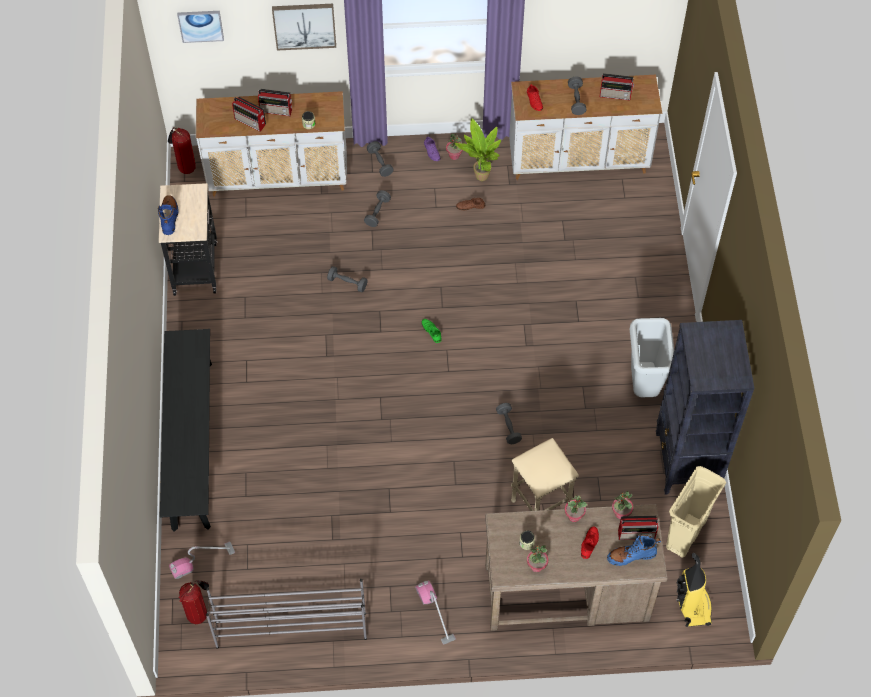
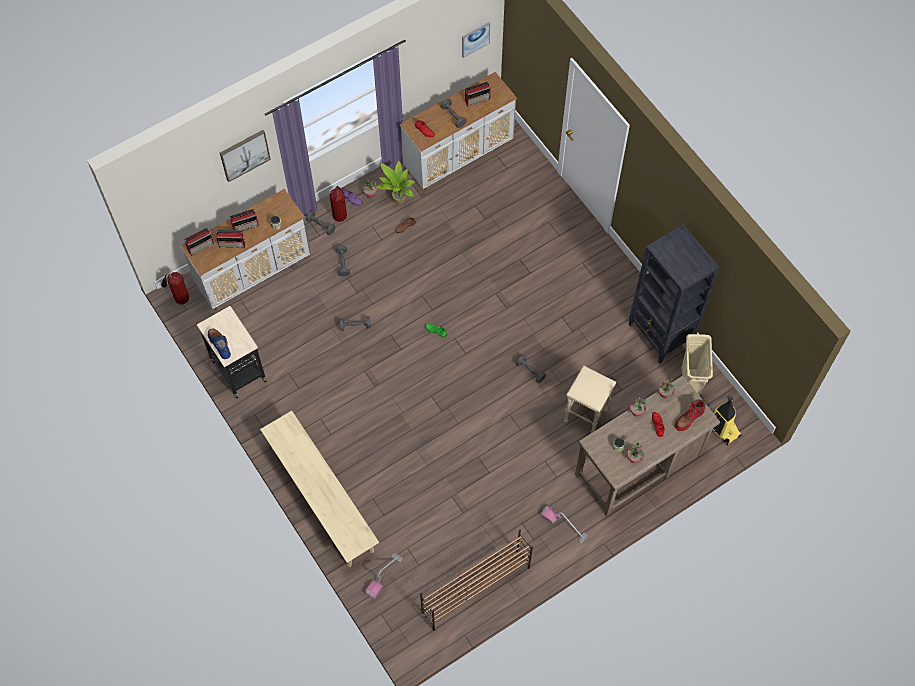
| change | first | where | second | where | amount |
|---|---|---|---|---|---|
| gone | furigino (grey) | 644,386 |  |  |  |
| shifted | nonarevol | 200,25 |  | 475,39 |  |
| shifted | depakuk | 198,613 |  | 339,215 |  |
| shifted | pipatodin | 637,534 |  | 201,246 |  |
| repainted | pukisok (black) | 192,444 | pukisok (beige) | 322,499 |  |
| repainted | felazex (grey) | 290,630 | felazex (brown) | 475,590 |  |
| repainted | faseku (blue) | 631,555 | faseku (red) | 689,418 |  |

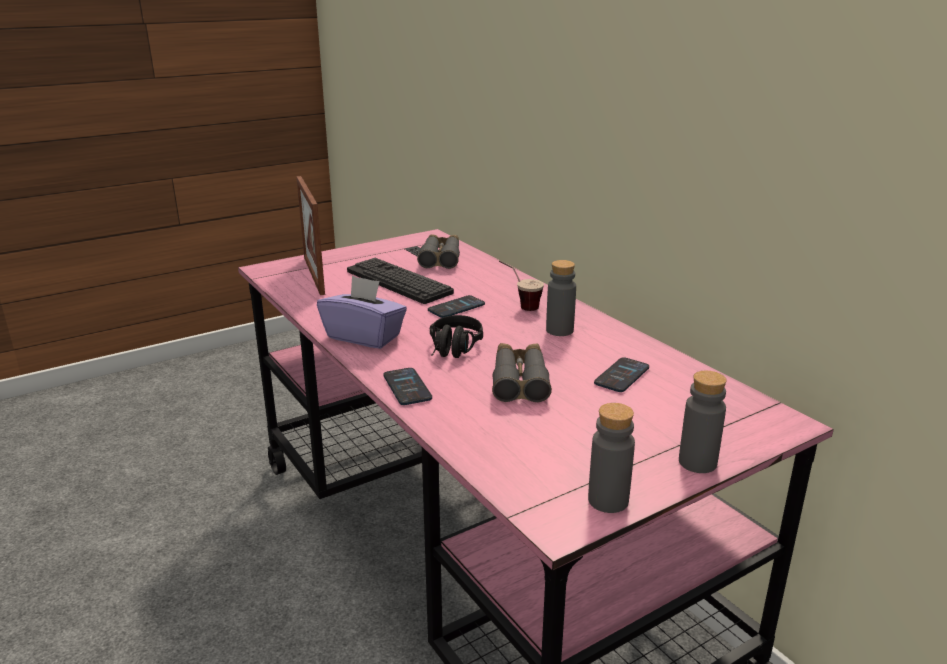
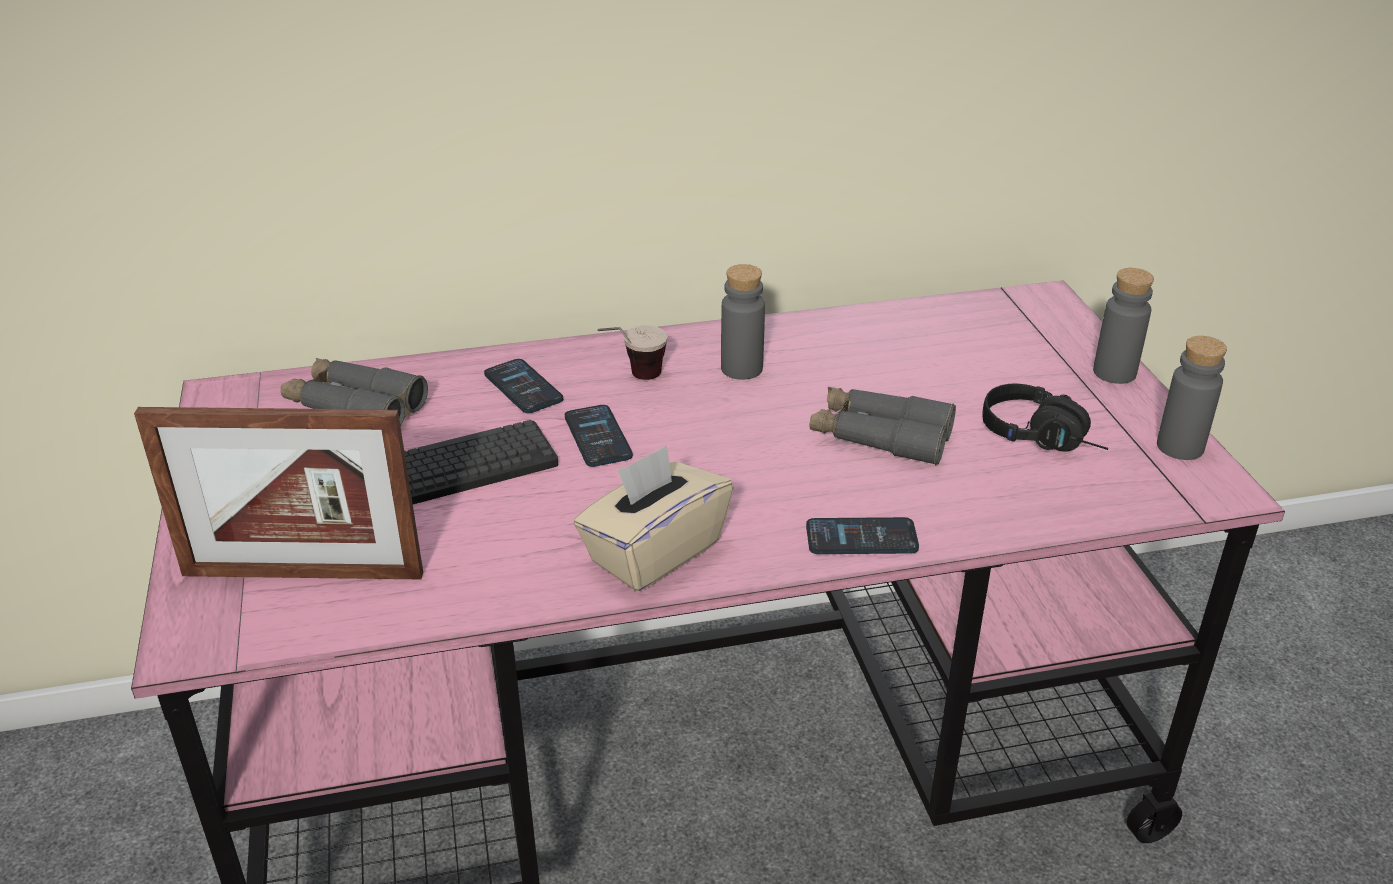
| change | first | where | second | where | amount |
|---|---|---|---|---|---|
| shifted | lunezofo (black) | 453,351 |  | 1044,438 |  |
| shifted | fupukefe | 622,376 |  | 523,387 |  |
| repainted | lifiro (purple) | 364,336 | lifiro (beige) | 654,552 |  |

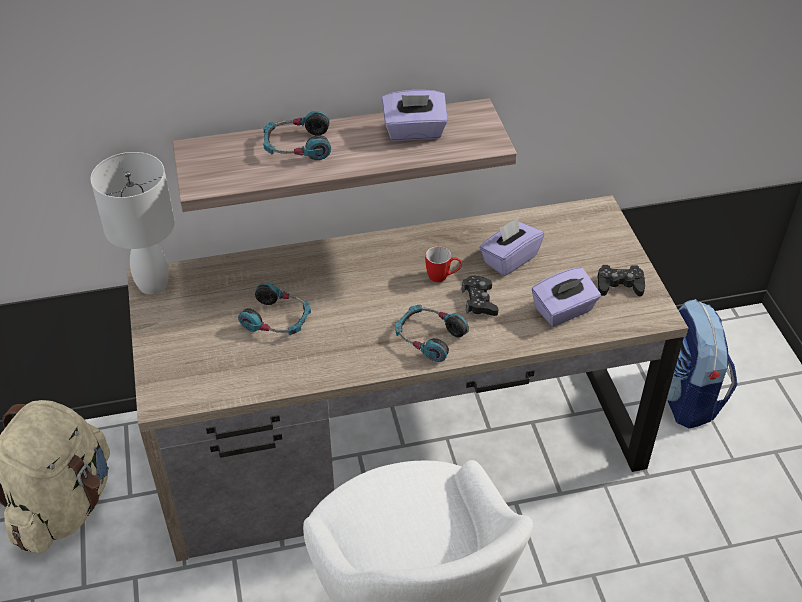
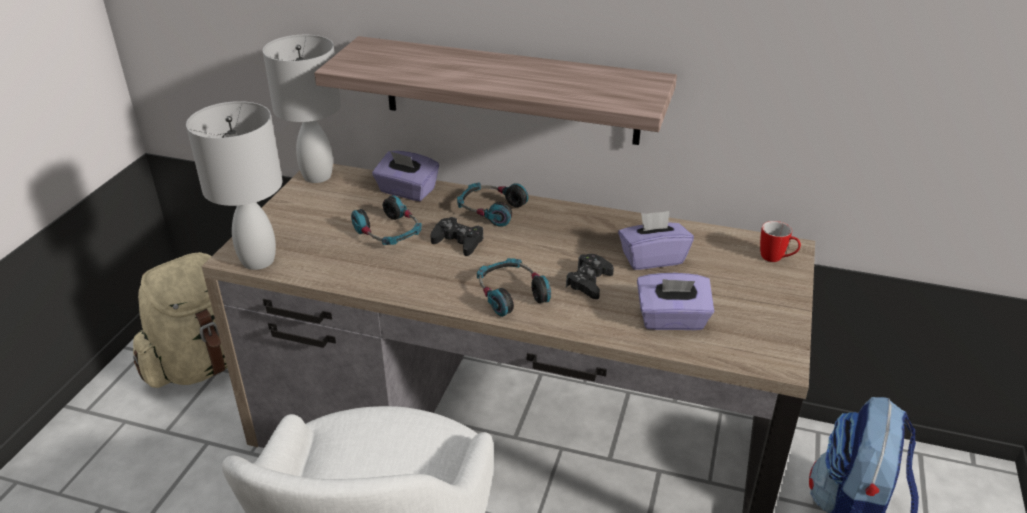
| change | first | where | second | where | amount |
|---|---|---|---|---|---|
| new |  |  | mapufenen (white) | 259,260 |  |
| shifted | lunezofo | 297,146 |  | 491,210 |  |
| shifted | lifiro (purple) | 414,132 |  | 407,191 |  |
| shifted | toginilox | 443,277 |  | 776,259 |  |
| shifted | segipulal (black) | 619,285 |  | 458,241 |  |

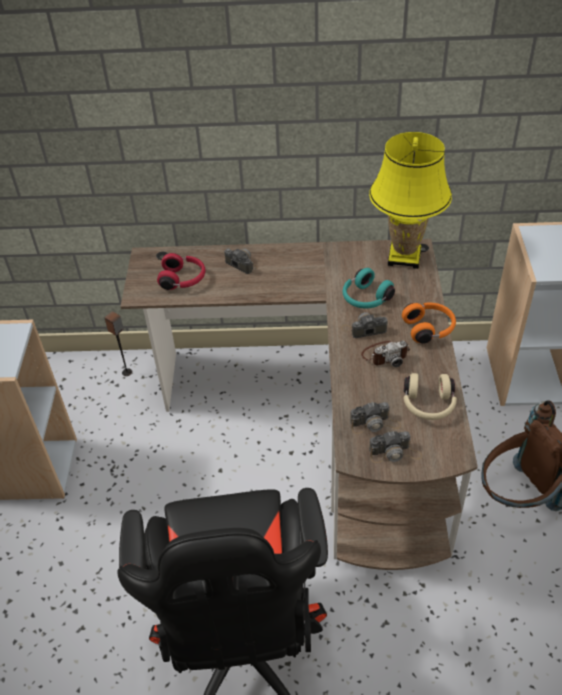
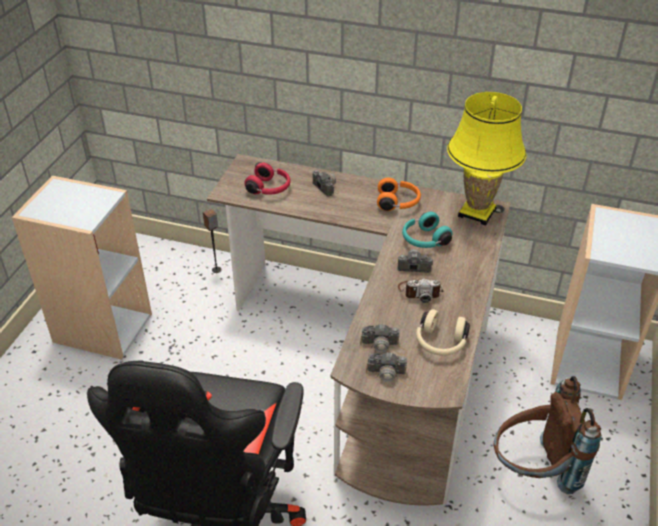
| change | first | where | second | where | amount |
|---|---|---|---|---|---|
| shifted | lunezofo (orange) | 429,328 |  | 398,202 |  |

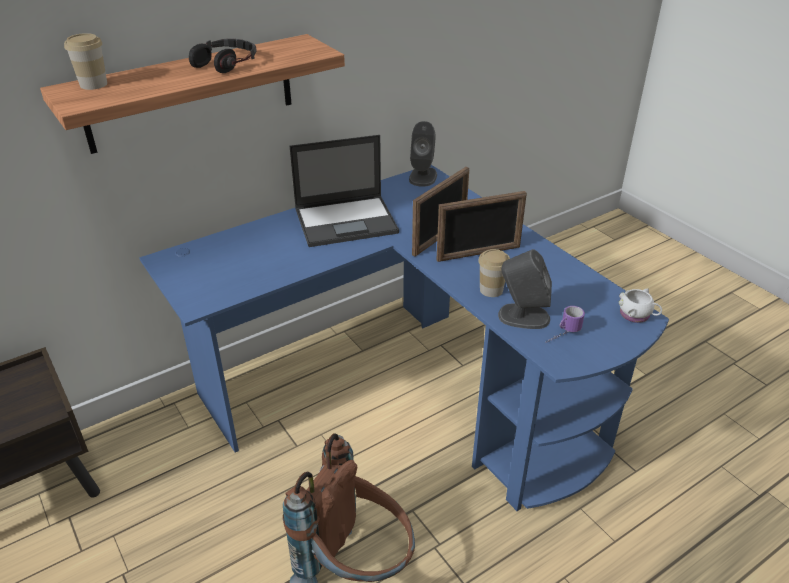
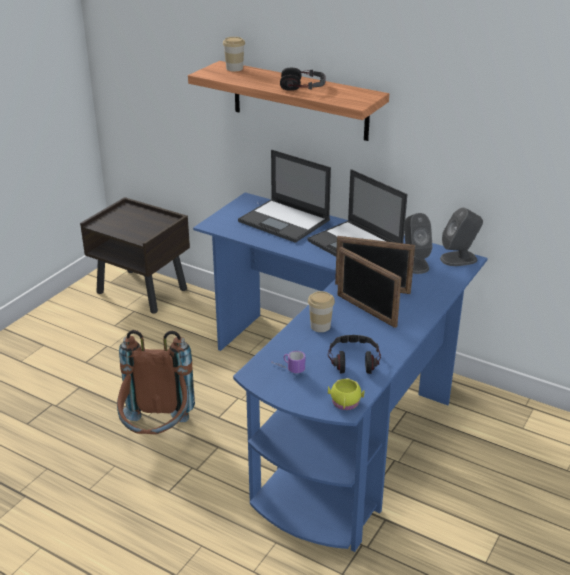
| change | first | where | second | where | amount |
|---|---|---|---|---|---|
| new |  |  | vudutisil | 285,221 |  |
| new |  |  | lunezofo | 353,360 |  |
| shifted | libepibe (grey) | 523,316 |  | 414,263 |  |
| repainted | toginilox (white) | 637,315 | toginilox (yellow) | 345,404 |  |

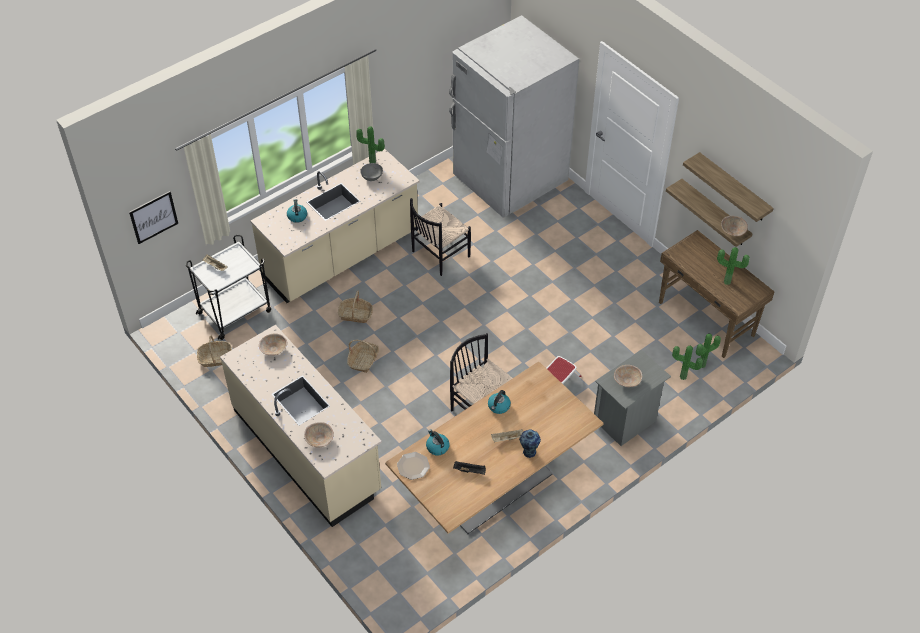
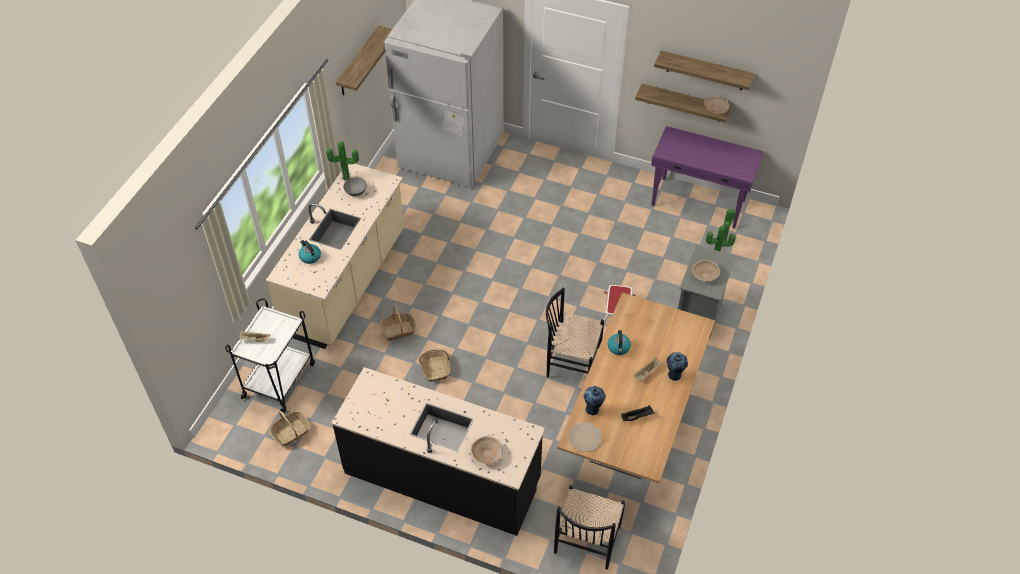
| change | first | where | second | where | amount |
|---|---|---|---|---|---|
| gone | nonarevol | 153,217 |  |  |  |
| gone | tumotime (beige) | 273,349 |  |  |  |
| gone | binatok | 727,281 |  |  |  |
| new |  |  | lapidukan | 359,62 |  |
| shifted | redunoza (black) | 439,255 |  | 586,542 |  |
| swapped | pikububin | 437,447 | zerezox | 593,409 |  |
| repainted | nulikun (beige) | 307,450 | nulikun (black) | 442,476 |  |
| repainted | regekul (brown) | 706,319 | regekul (purple) | 698,203 |  |

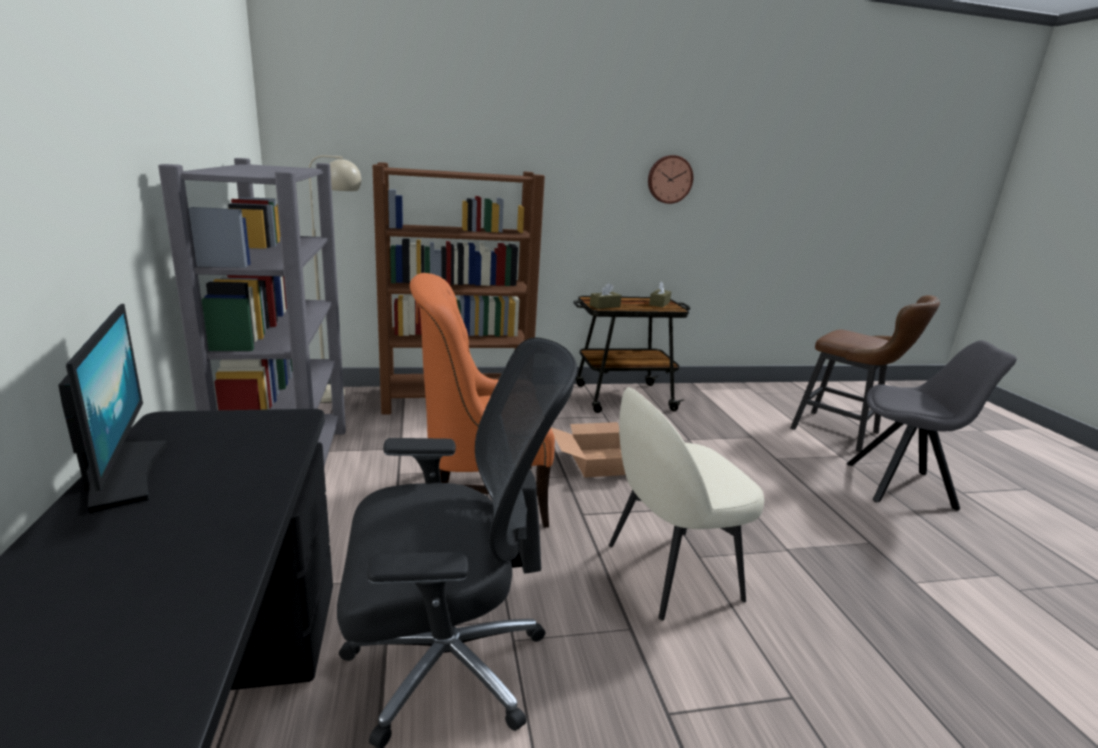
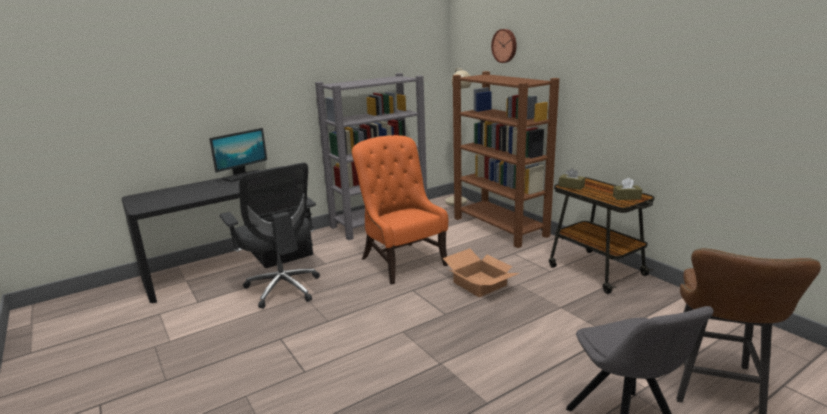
| change | first | where | second | where | amount |
|---|---|---|---|---|---|
| gone | redunoza (beige) | 669,572 |  |  |  |
| shifted | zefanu | 669,179 |  | 505,45 |  |

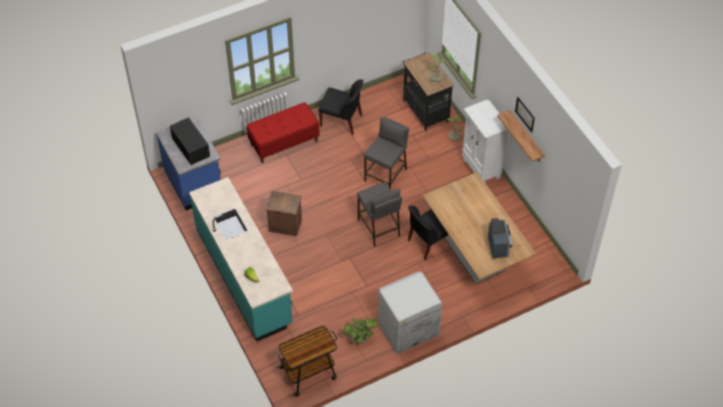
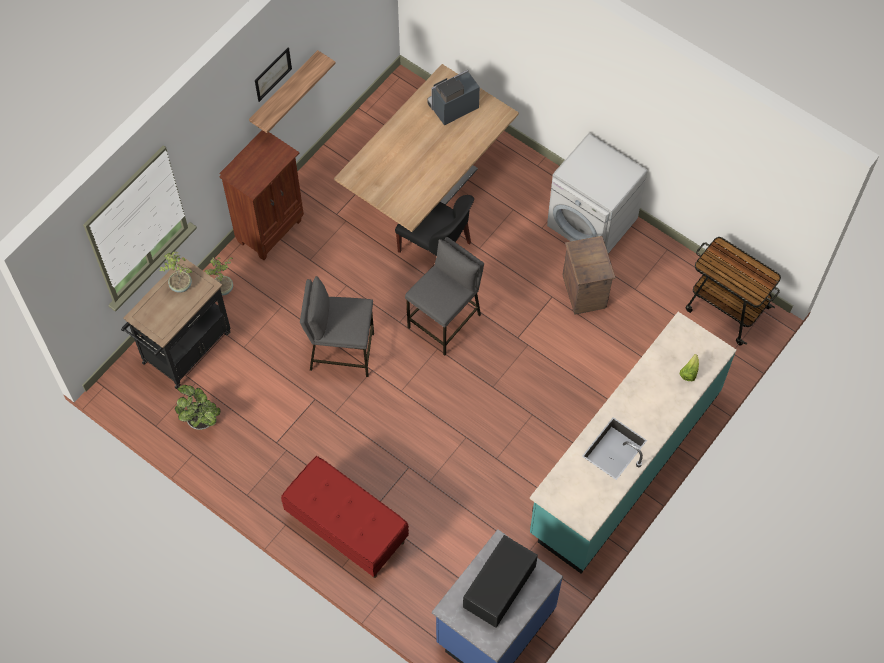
| change | first | where | second | where | amount |
|---|---|---|---|---|---|
| gone | redunoza (black) | 342,121 |  |  |  |
| shifted | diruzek | 285,226 |  | 584,291 |  |
| shifted | binatok | 360,338 |  | 200,419 |  |
| repainted | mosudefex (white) | 480,169 | mosudefex (brown) | 271,232 |  |

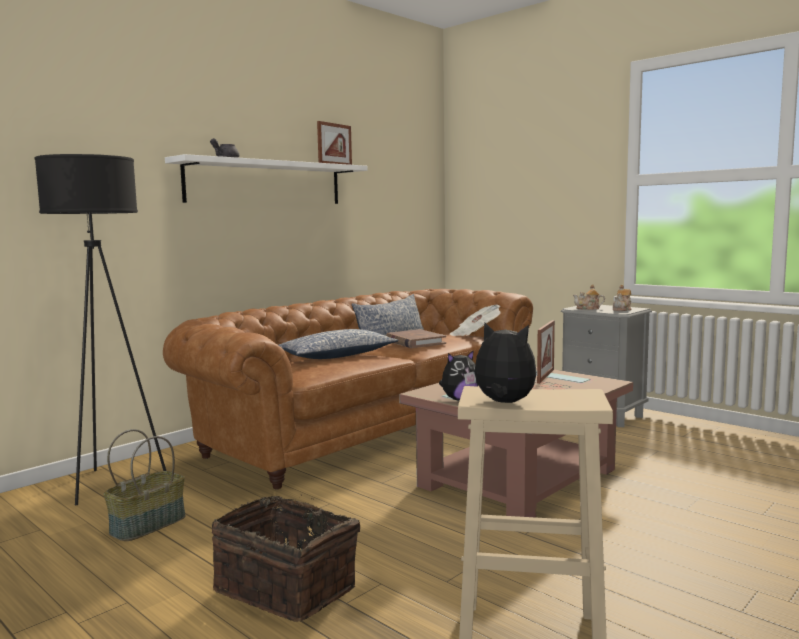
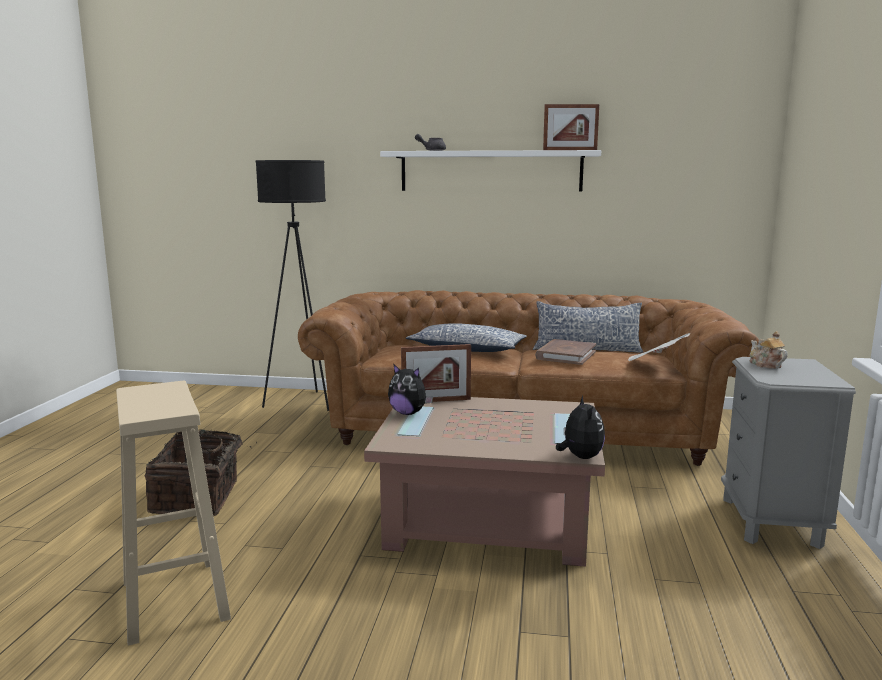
| change | first | where | second | where | amount |
|---|---|---|---|---|---|
| gone | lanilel | 148,524 |  |  |  |
| gone | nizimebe | 622,309 |  |  |  |
| shifted | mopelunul | 503,403 |  | 580,457 |  |
| shifted | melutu | 545,376 |  | 436,401 |  |

